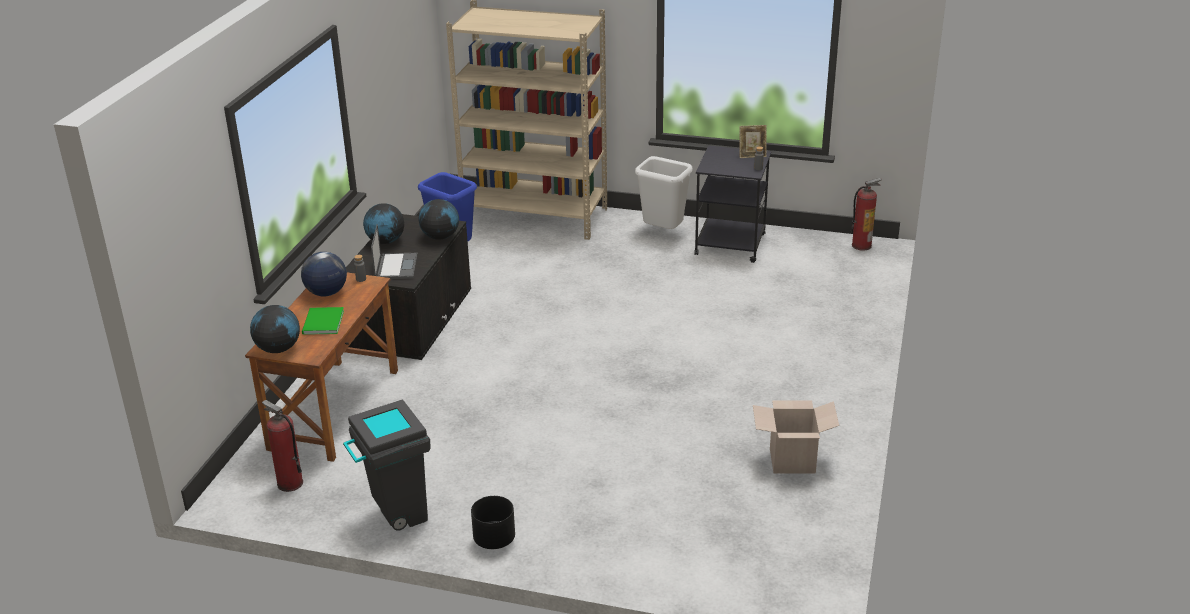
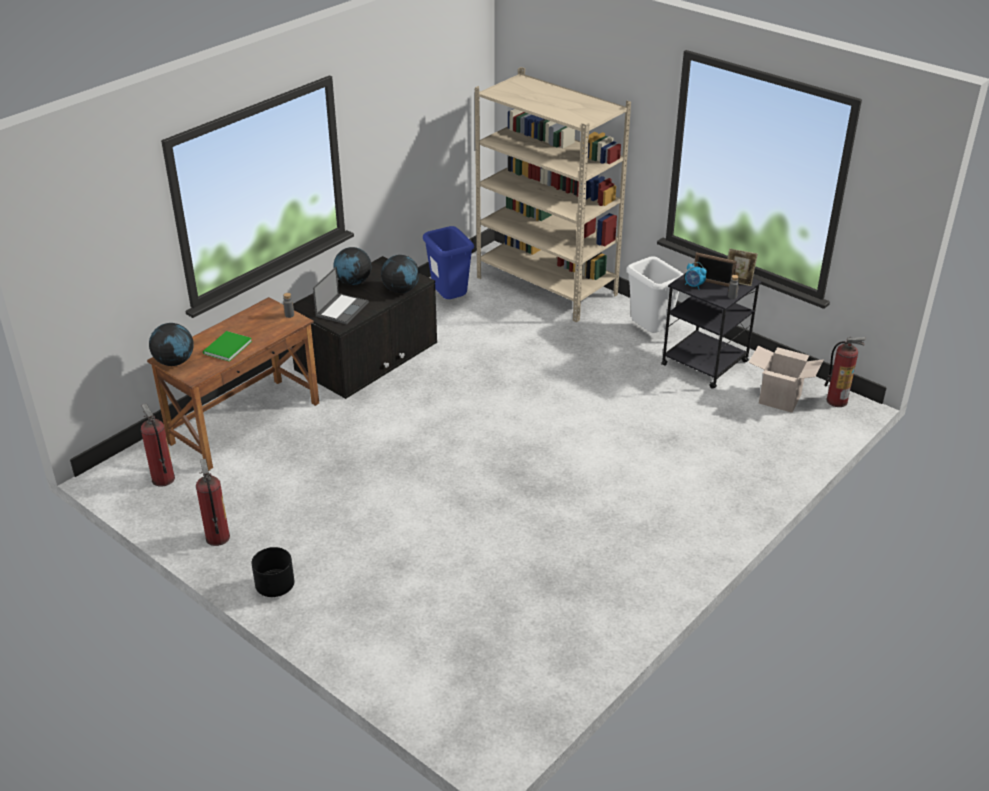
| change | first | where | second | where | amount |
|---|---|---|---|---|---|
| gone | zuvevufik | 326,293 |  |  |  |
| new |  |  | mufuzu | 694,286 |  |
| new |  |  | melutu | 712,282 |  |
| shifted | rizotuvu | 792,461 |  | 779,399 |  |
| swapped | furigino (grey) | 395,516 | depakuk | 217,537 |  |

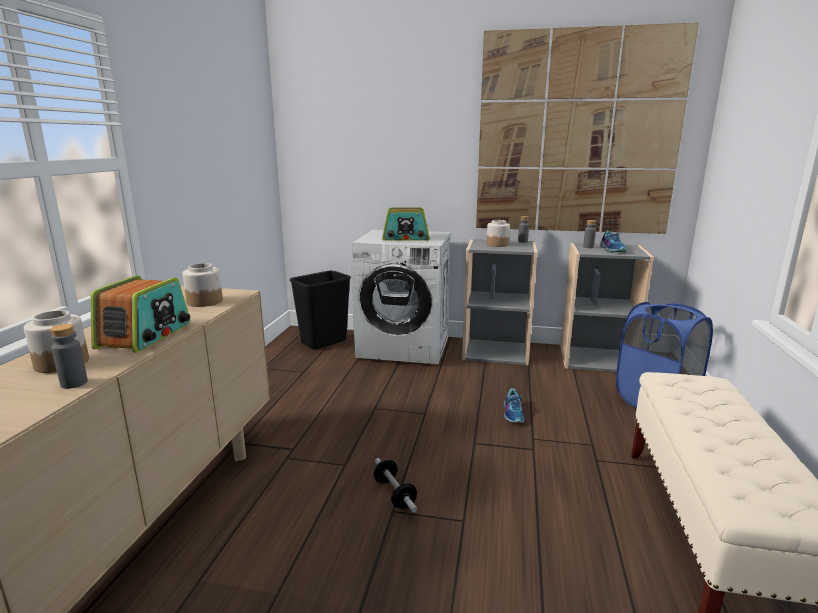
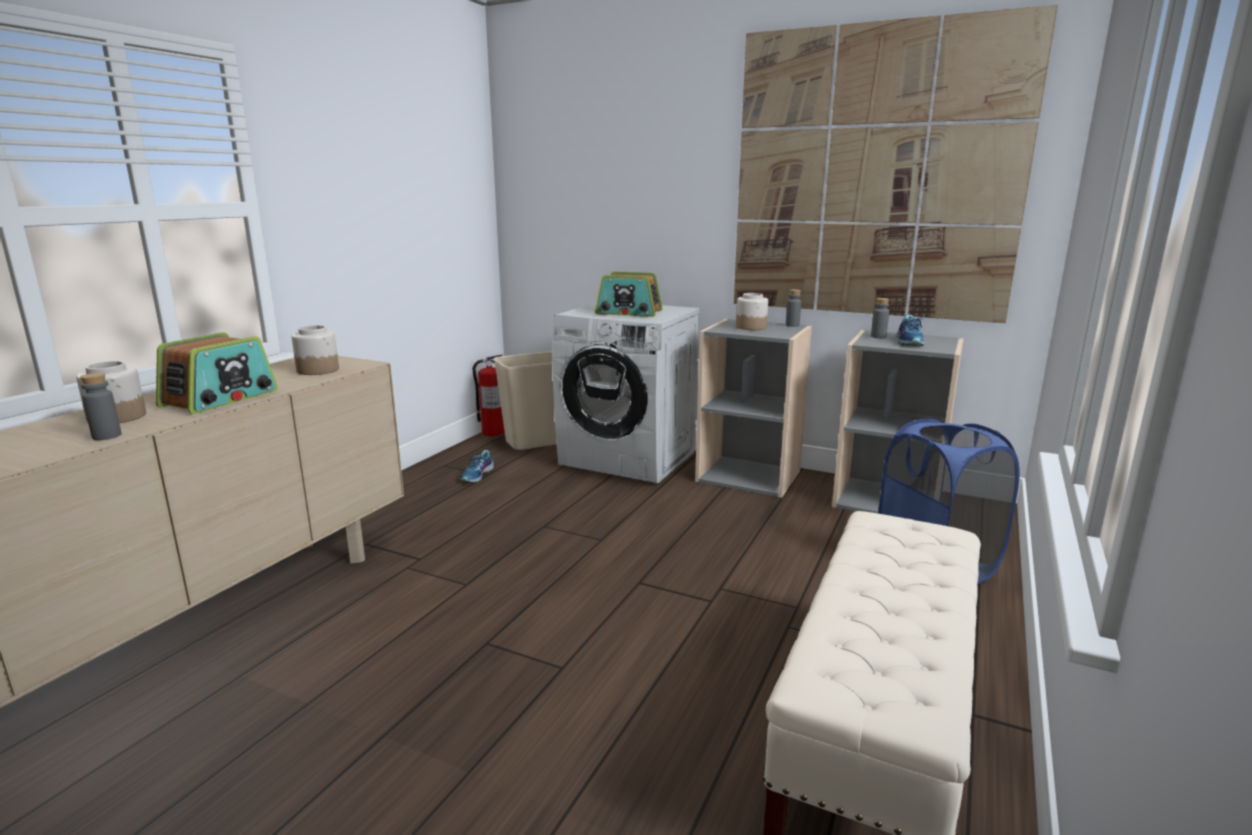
| change | first | where | second | where | amount |
|---|---|---|---|---|---|
| gone | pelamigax | 394,494 |  |  |  |
| new |  |  | depakuk | 492,432 |  |
| shifted | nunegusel | 513,413 |  | 478,475 |  |
| repainted | furigino (black) | 324,342 | furigino (beige) | 534,443 |  |

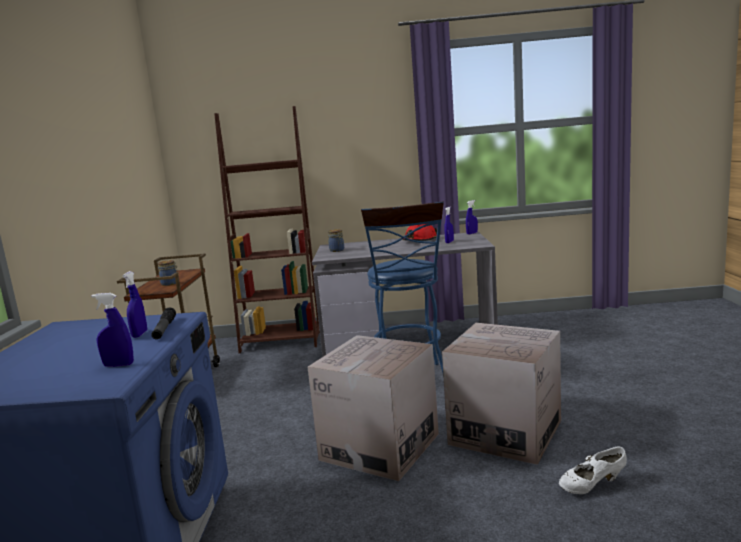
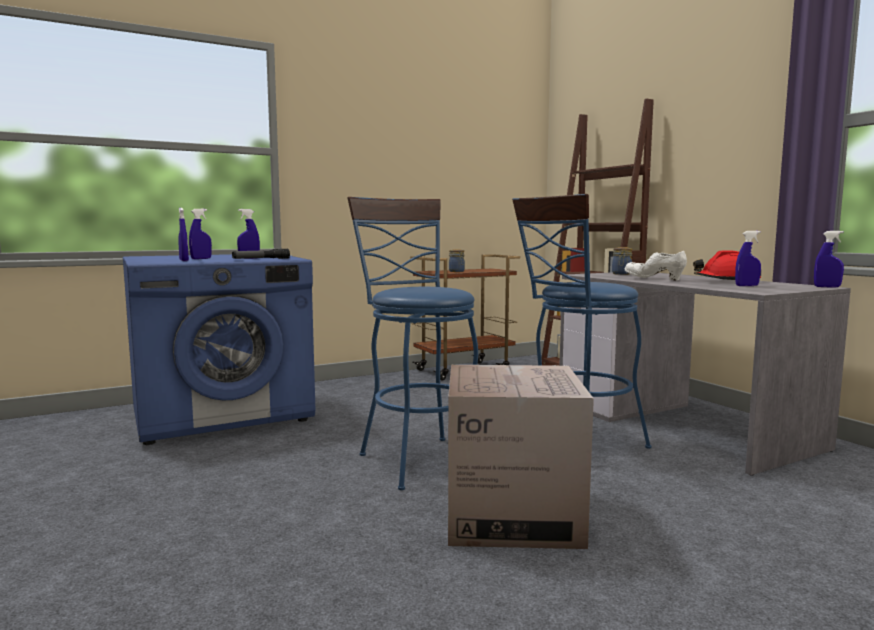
| change | first | where | second | where | amount |
|---|---|---|---|---|---|
| new |  |  | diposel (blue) | 201,258 |  |
| shifted | nunegusel (white) | 592,486 |  | 654,279 |  |
| swapped | rizotuvu | 380,447 | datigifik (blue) | 418,458 |  |

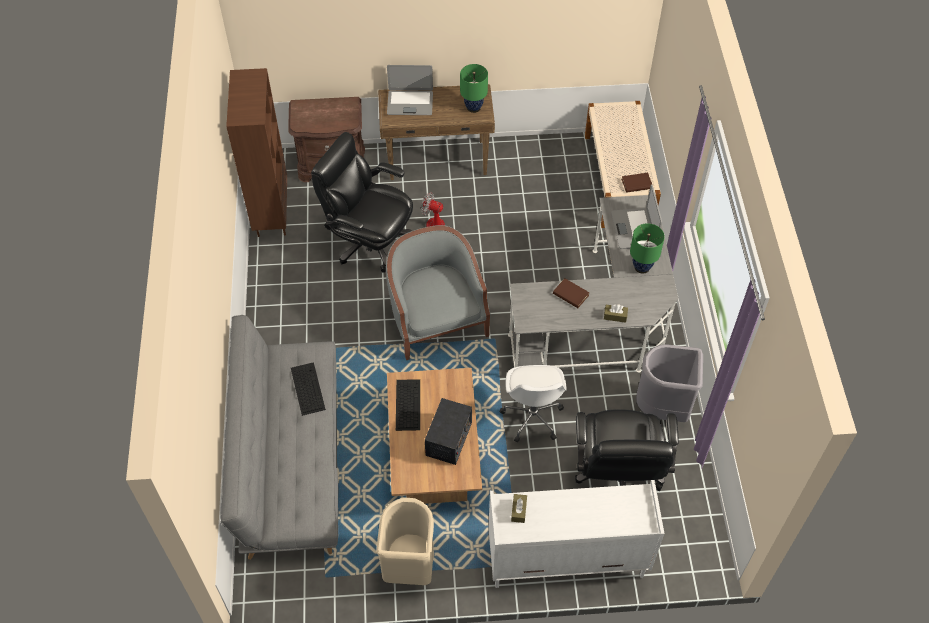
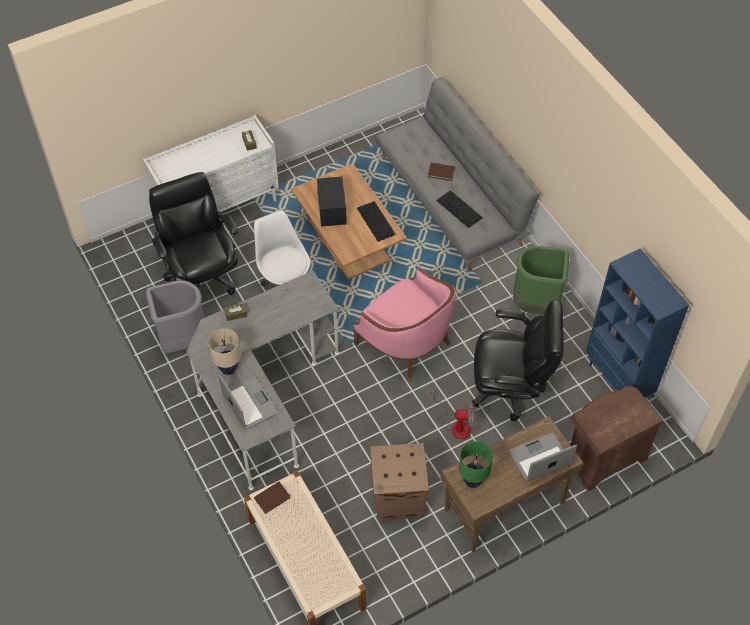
| change | first | where | second | where | amount |
|---|---|---|---|---|---|
| gone | furigino (beige) | 409,565 |  |  |  |
| new |  |  | rizotuvu | 398,498 |  |
| new |  |  | furigino (green) | 536,306 |  |
| shifted | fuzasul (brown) | 570,294 |  | 441,172 |  |
| repainted | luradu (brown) | 271,213 | luradu (blue) | 618,381 |  |
| repainted | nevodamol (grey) | 437,320 | nevodamol (pink) | 406,341 |  |
| repainted | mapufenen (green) | 642,267 | mapufenen (beige) | 228,368 |  |

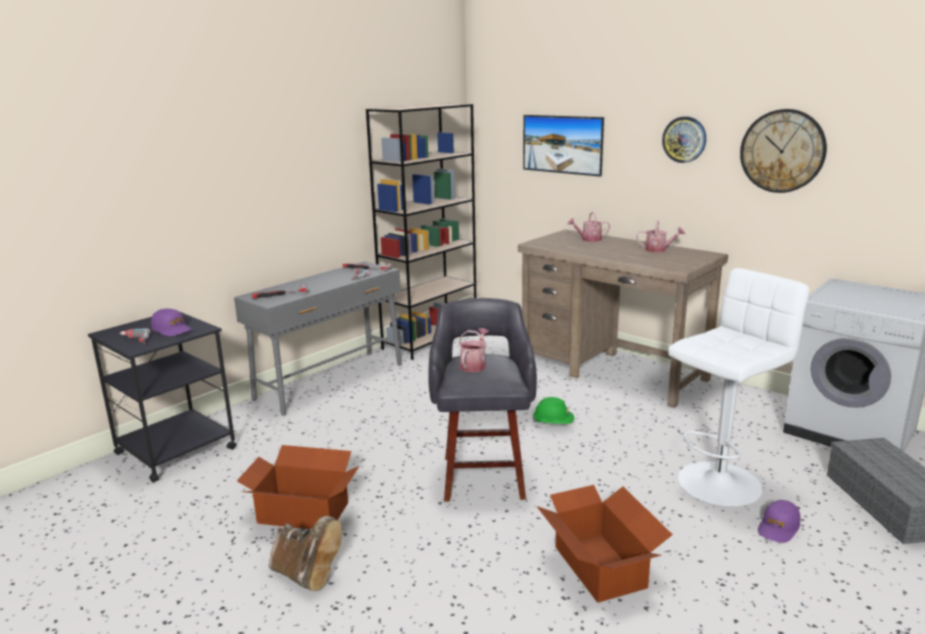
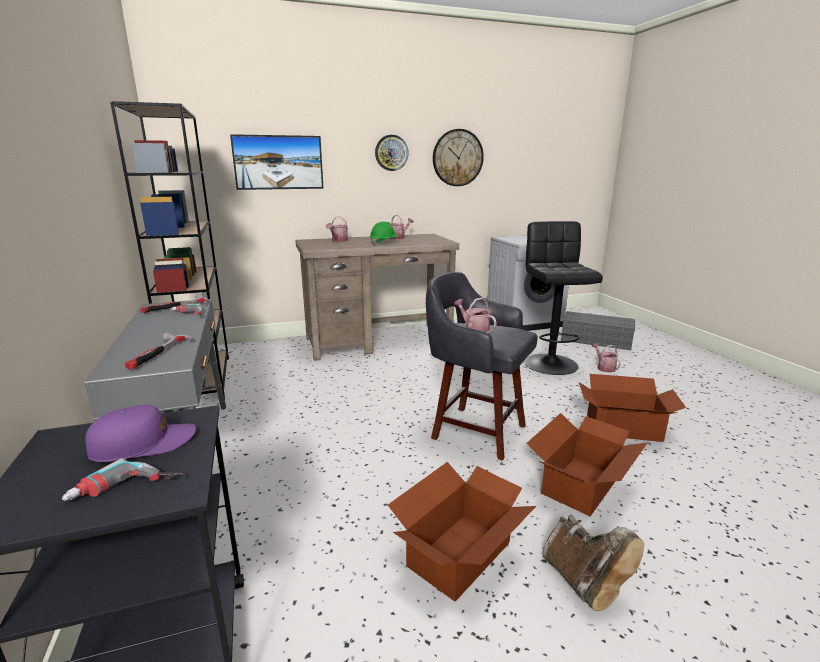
| change | first | where | second | where | amount |
|---|---|---|---|---|---|
| new |  |  | rizotuvu | 579,485 |  |
| shifted | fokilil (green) | 553,423 |  | 384,243 |  |
| swapped | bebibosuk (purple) | 778,528 | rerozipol | 604,367 |  |
| repainted | datigifik (white) | 720,483 | datigifik (black) | 551,364 |  |
| rotated | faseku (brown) | 306,576 |  | 583,583 | 90 degrees clockwise |

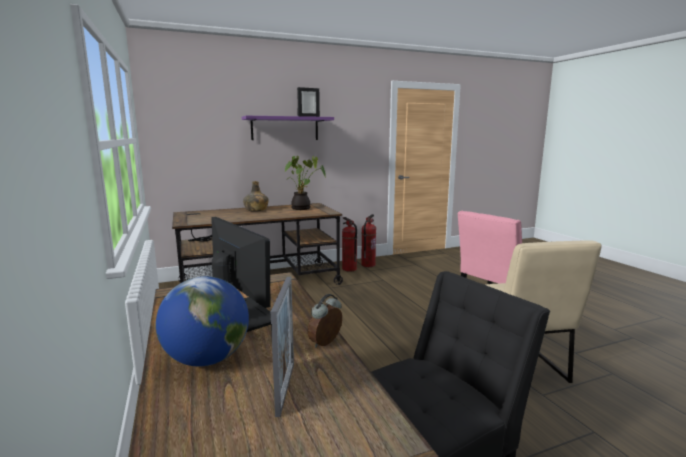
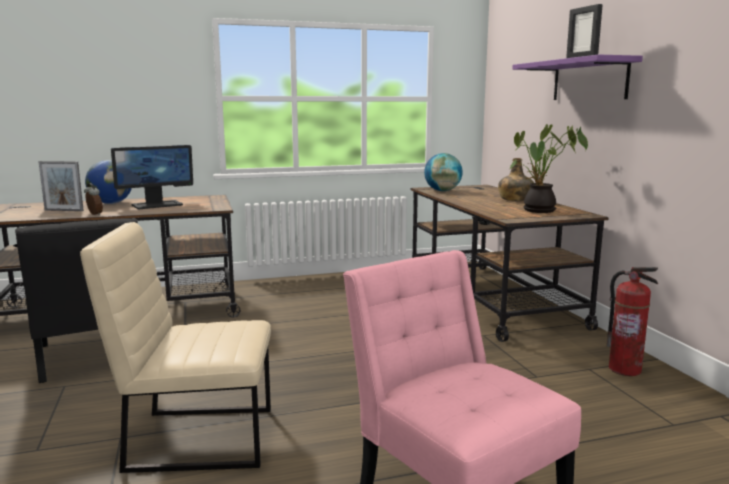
| change | first | where | second | where | amount |
|---|---|---|---|---|---|
| gone | depakuk | 349,269 |  |  |  |
| new |  |  | zuvevufik | 442,191 |  |

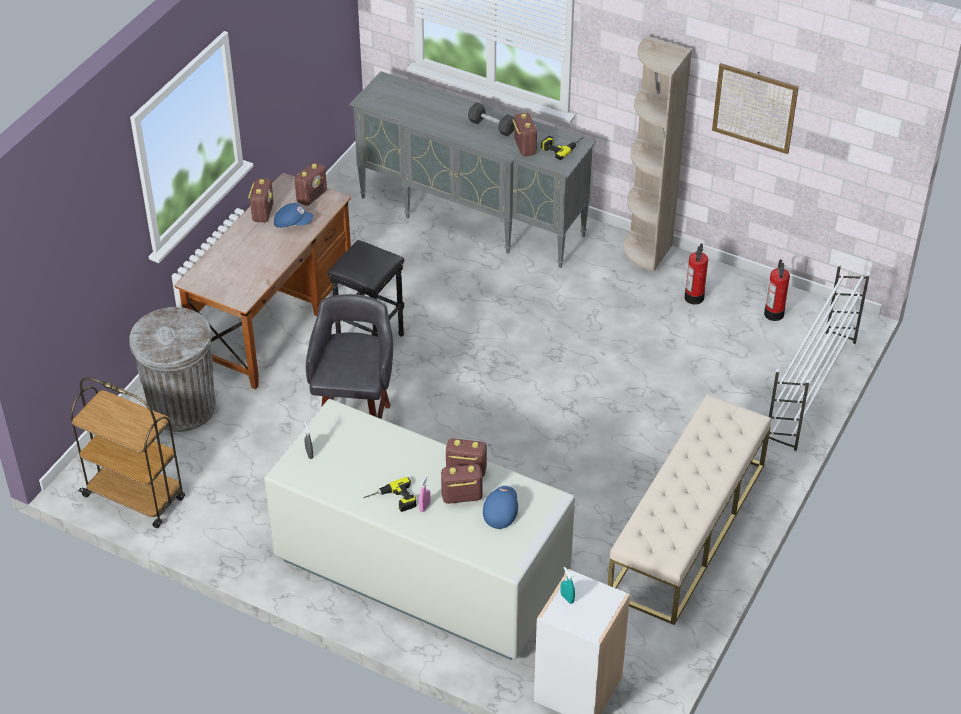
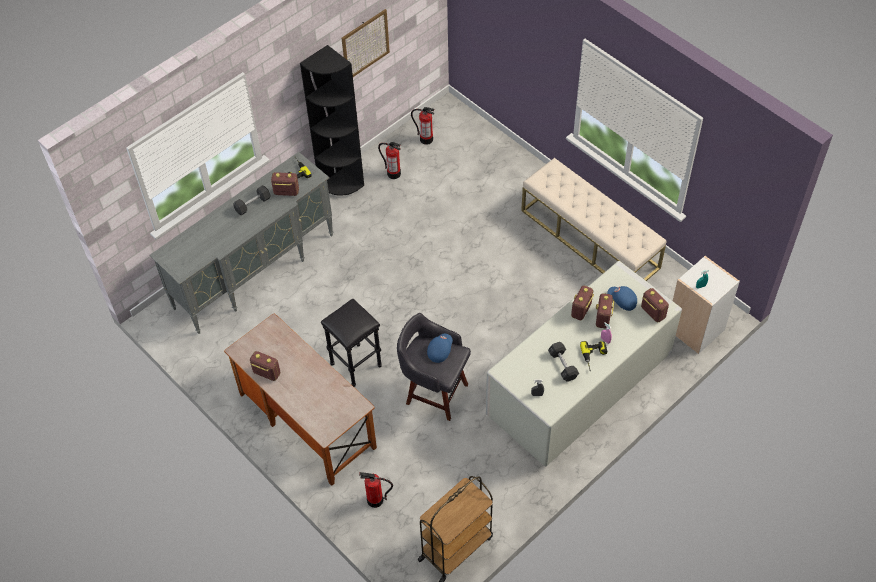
| change | first | where | second | where | amount |
|---|---|---|---|---|---|
| gone | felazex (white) | 810,391 |  |  |  |
| new |  |  | pelamigax (black) | 563,365 |  |
| shifted | bebibosuk (blue) | 293,223 |  | 440,350 |  |
| shifted | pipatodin | 311,196 |  | 652,312 |  |
| swapped | furigino (grey) | 182,407 | depakuk | 375,500 |  |
| repainted | luradu (beige) | 644,255 | luradu (black) | 342,187 |  |

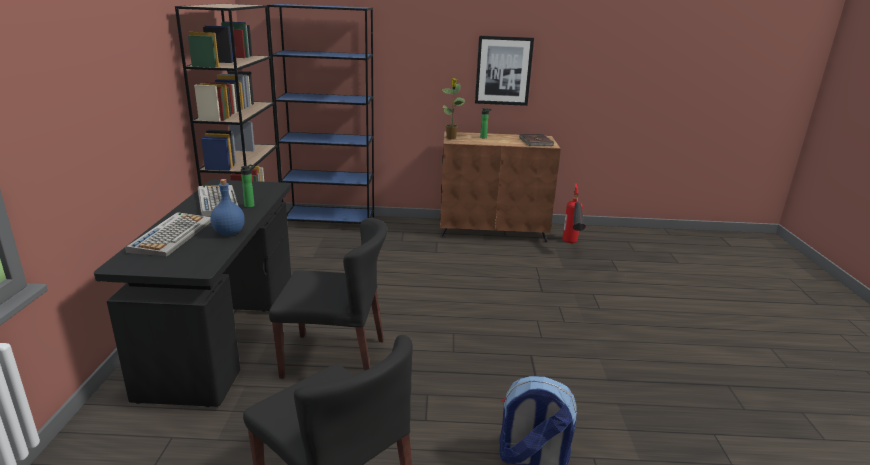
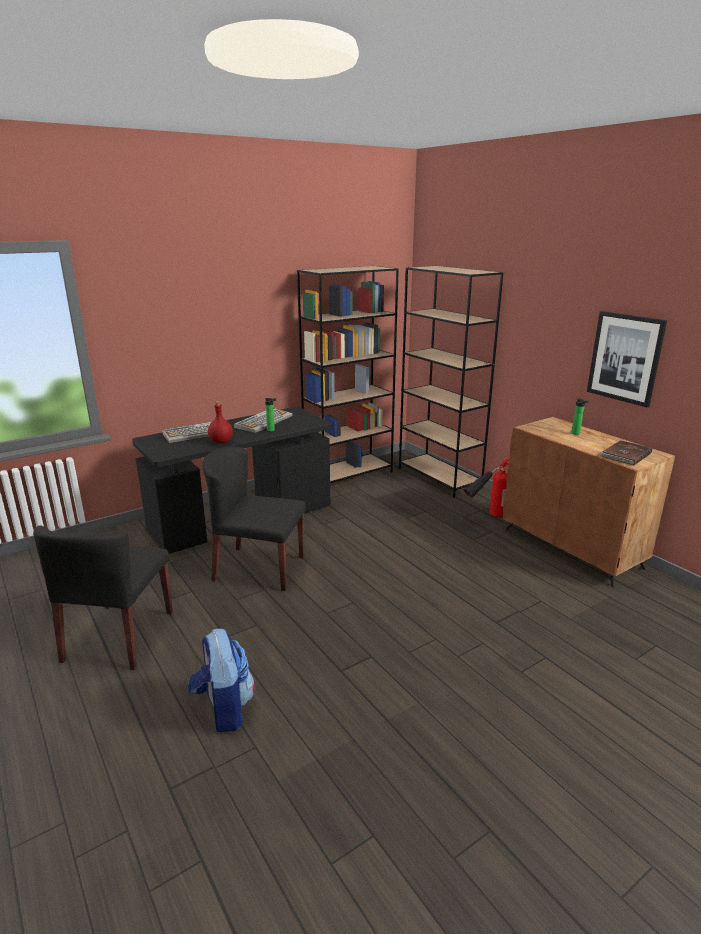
| change | first | where | second | where | amount |
|---|---|---|---|---|---|
| gone | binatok | 451,138 |  |  |  |
| shifted | depakuk | 571,246 |  | 486,517 |  |
| repainted | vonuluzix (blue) | 229,233 | vonuluzix (red) | 221,442 |  |
| repainted | luradu (blue) | 330,221 | luradu (beige) | 439,478 |  |
| rotated | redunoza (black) | 335,358 |  | 258,568 | 135 degrees clockwise |

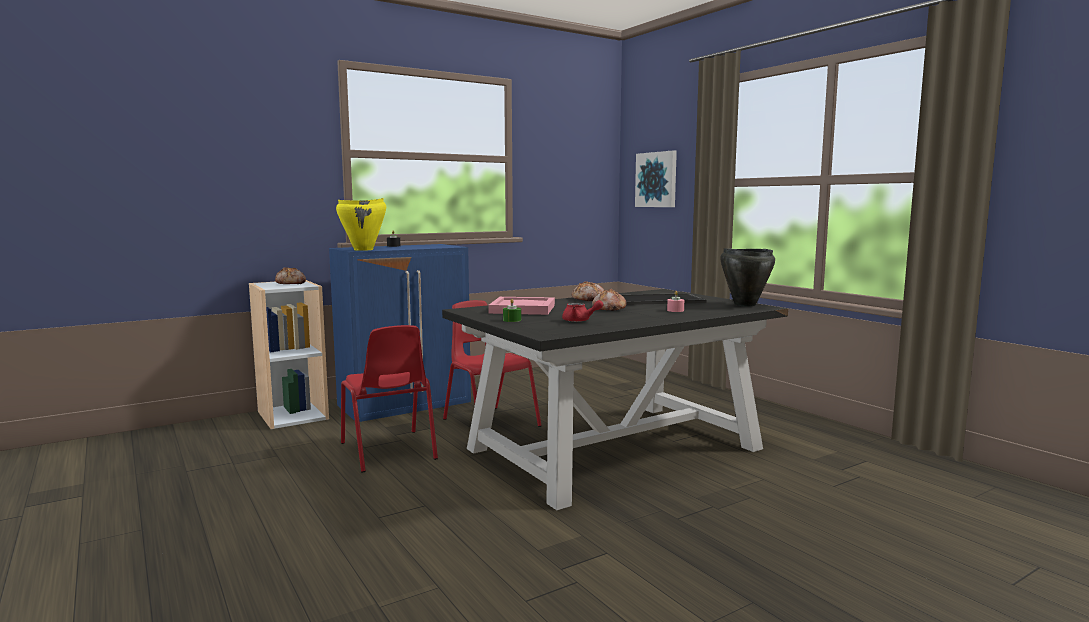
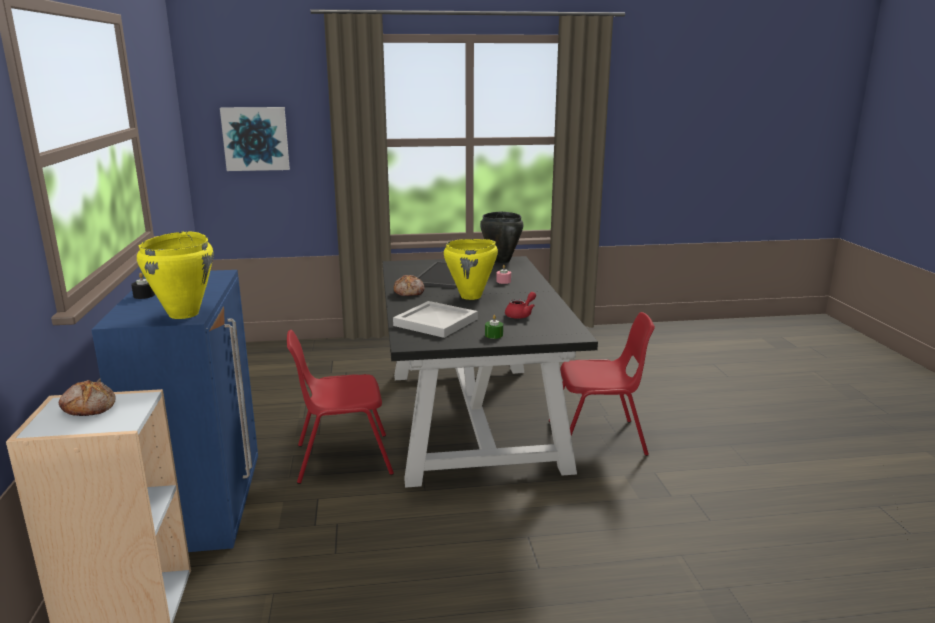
| change | first | where | second | where | amount |
|---|---|---|---|---|---|
| shifted | redunoza (red) | 388,451 |  | 598,439 |  |
| swapped | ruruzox | 608,309 | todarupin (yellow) | 471,296 |  |
| repainted | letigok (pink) | 523,309 | letigok (white) | 435,322 |  |

